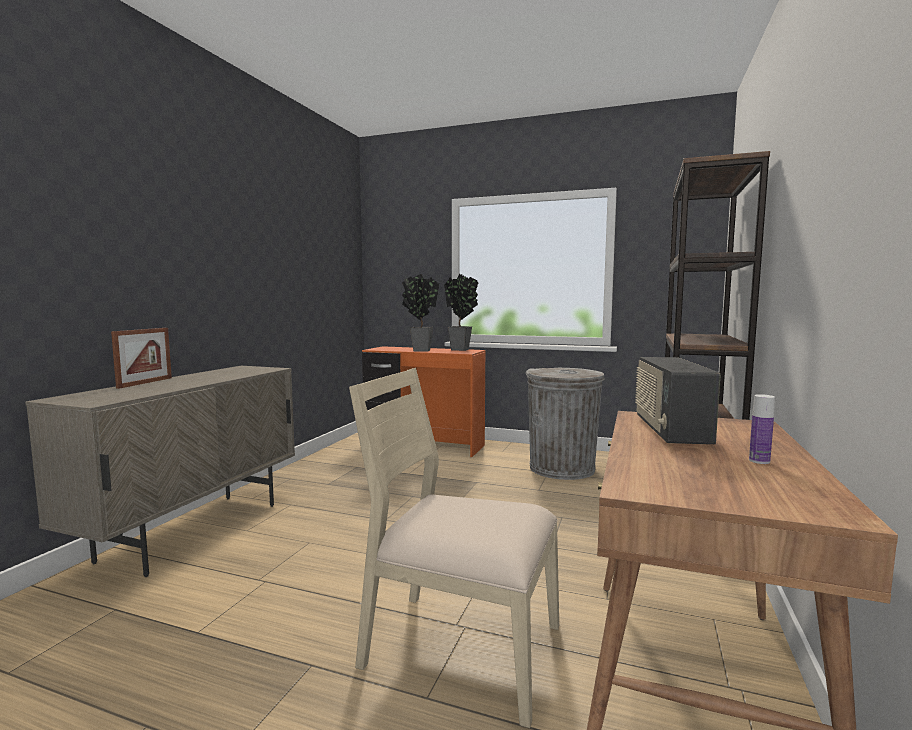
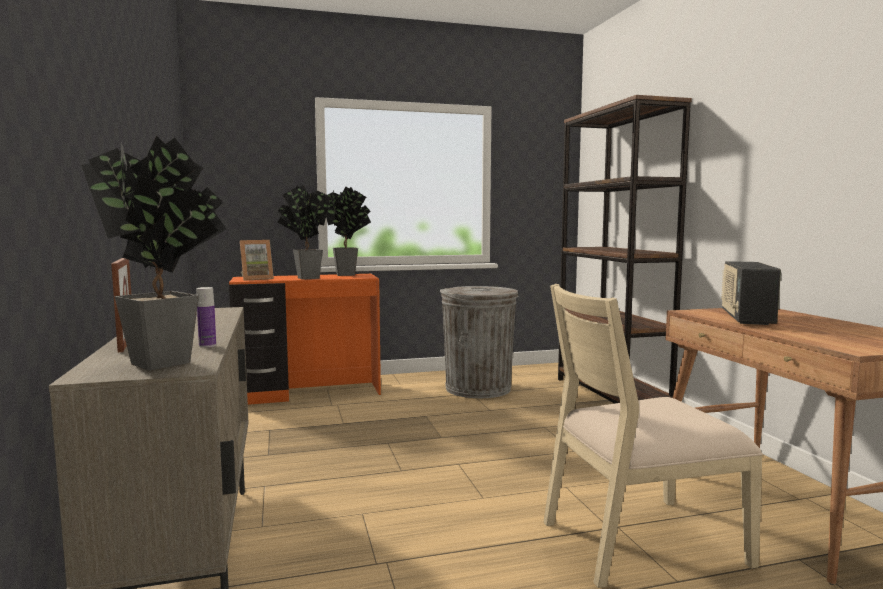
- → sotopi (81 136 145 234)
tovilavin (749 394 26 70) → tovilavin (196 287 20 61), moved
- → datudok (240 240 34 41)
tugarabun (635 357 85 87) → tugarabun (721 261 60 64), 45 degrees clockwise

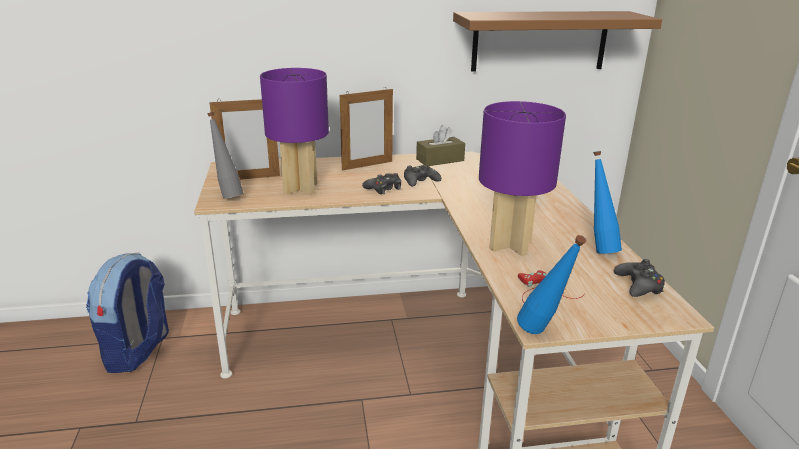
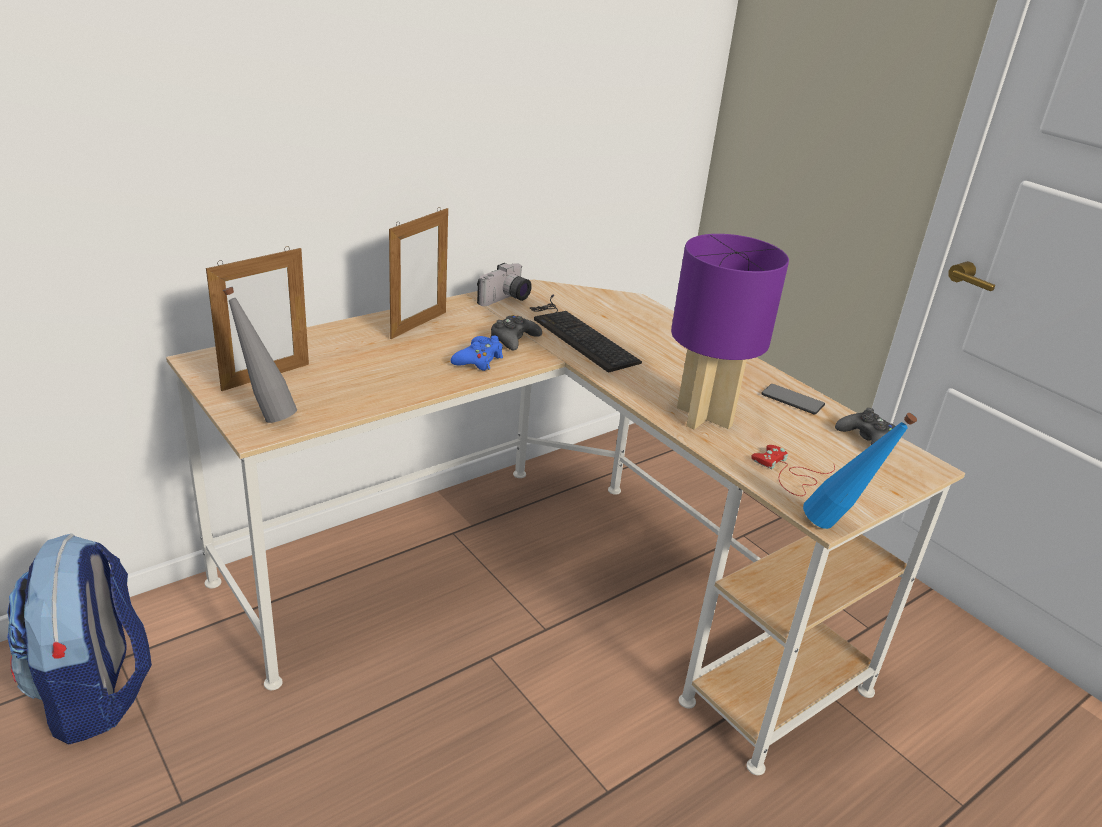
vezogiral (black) (362 173 39 22) → vezogiral (blue) (450 336 53 35)
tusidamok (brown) (416 125 49 41) → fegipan (477 263 55 43)
- → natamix (530 294 112 79)
tovilavin (blue) (593 151 29 103) → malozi (761 384 64 30)
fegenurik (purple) (260 68 69 127) → -
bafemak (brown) (453 11 209 61) → -

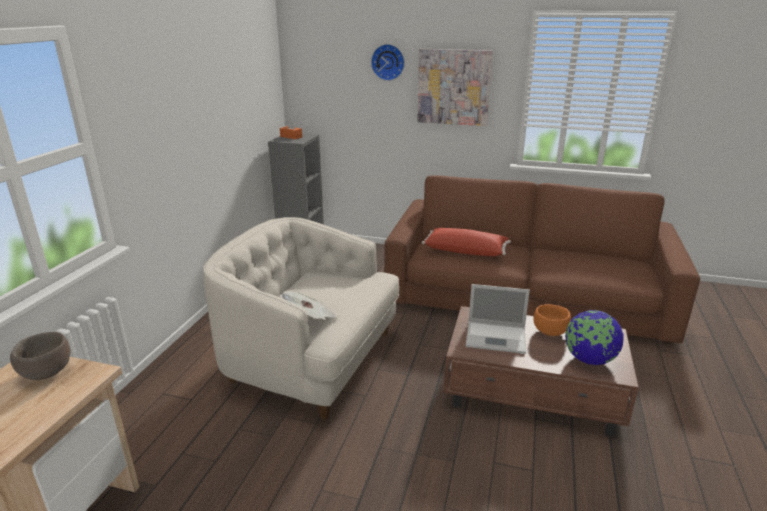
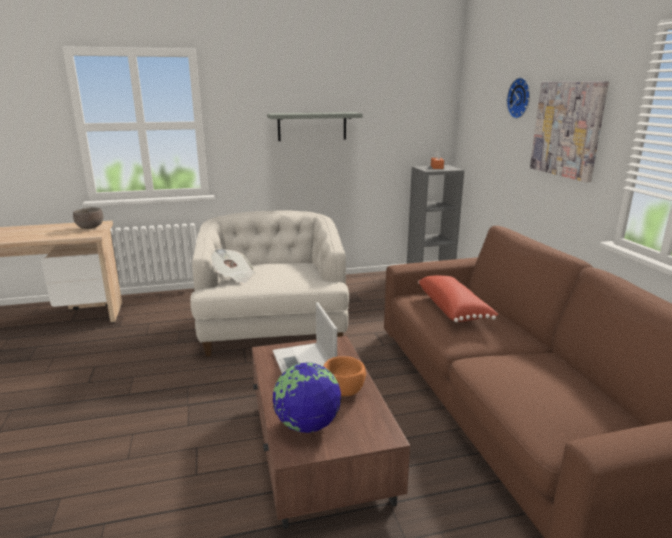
- → bafemak (grey) (267 112 96 29)

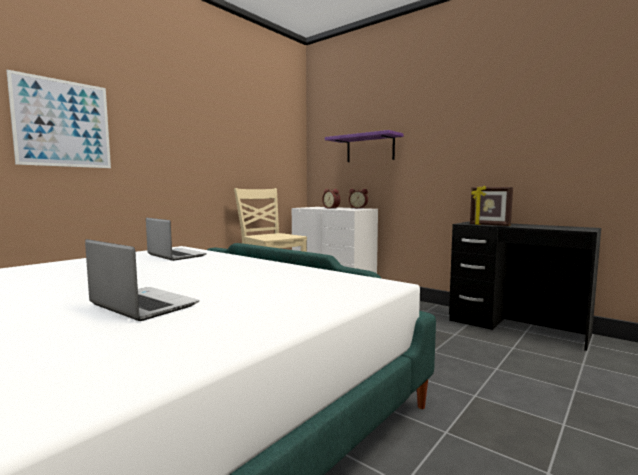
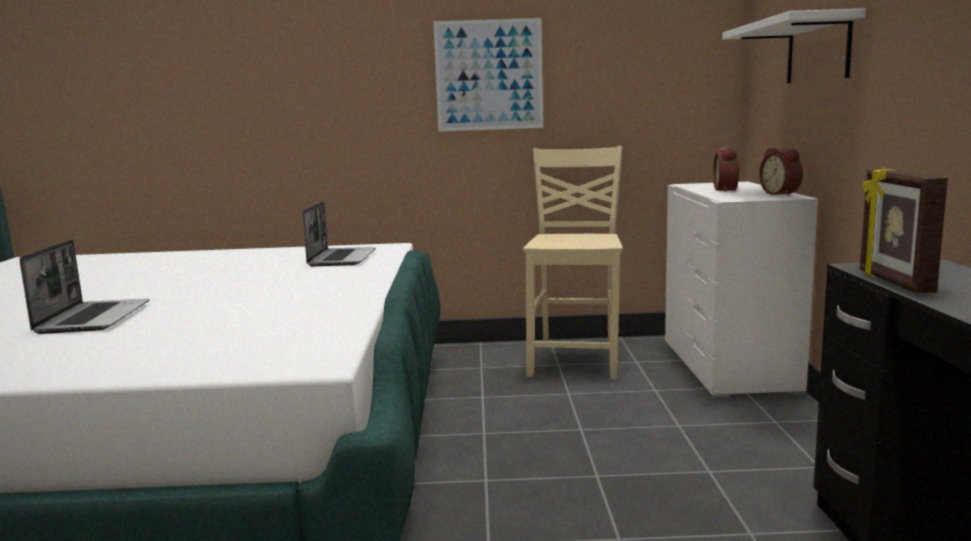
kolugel (6 70 105 98) → kolugel (433 18 110 114), moved
bafemak (purple) (325 130 79 32) → bafemak (white) (722 8 144 76)

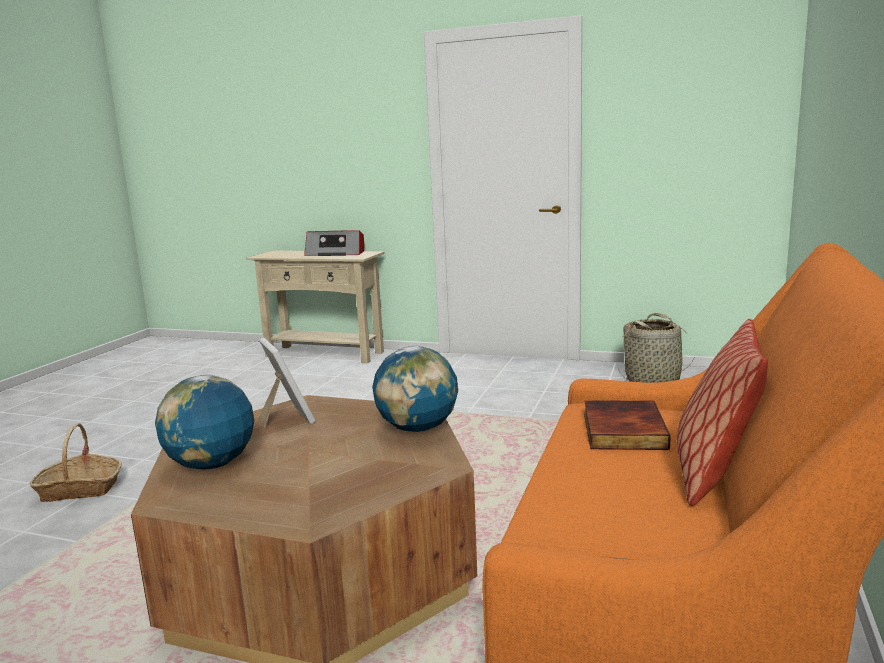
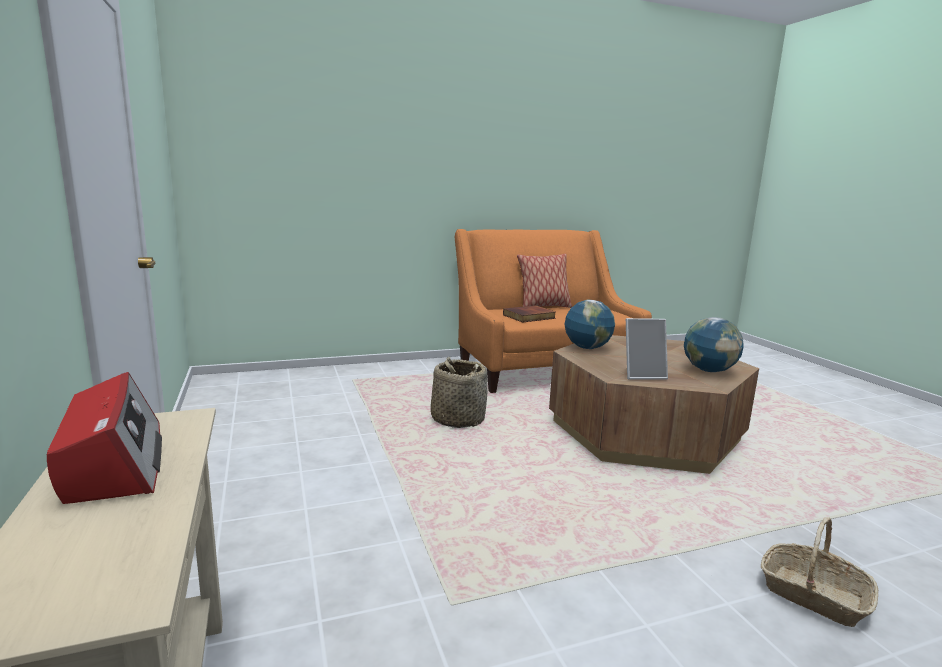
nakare (618 313 77 70) → nakare (431 357 56 71), moved
datudok (258 337 57 91) → datudok (626 318 42 62), 120 degrees counterclockwise

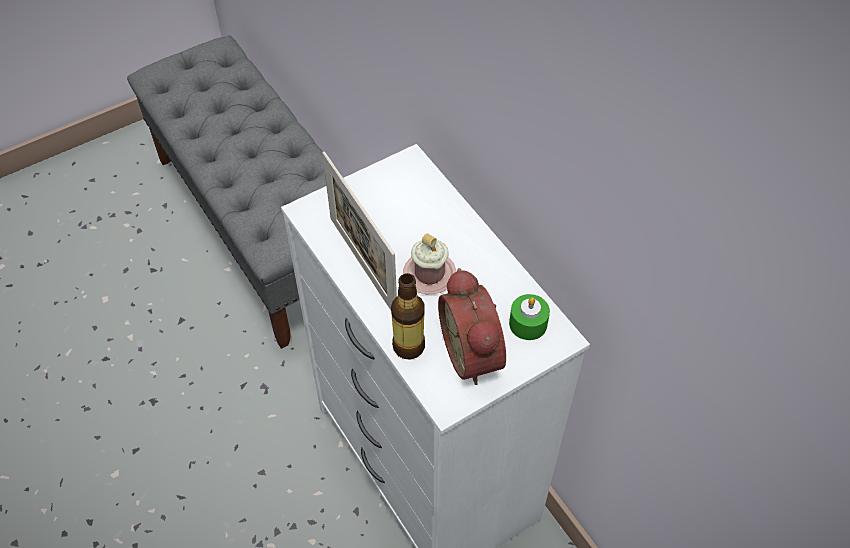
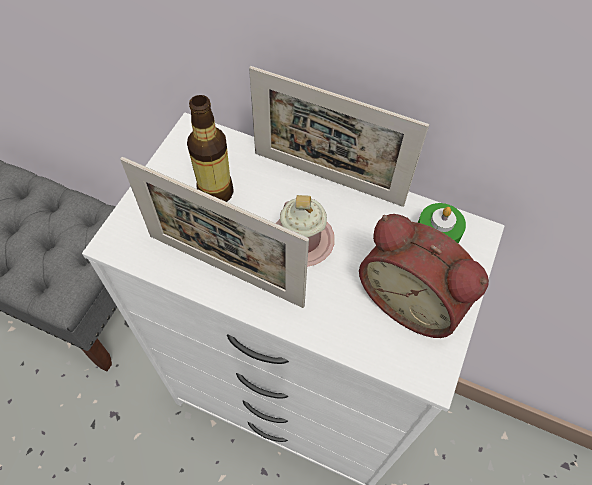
tovilavin (391 273 34 87) → tovilavin (187 95 47 107), moved
- → datudok (249 66 180 141)

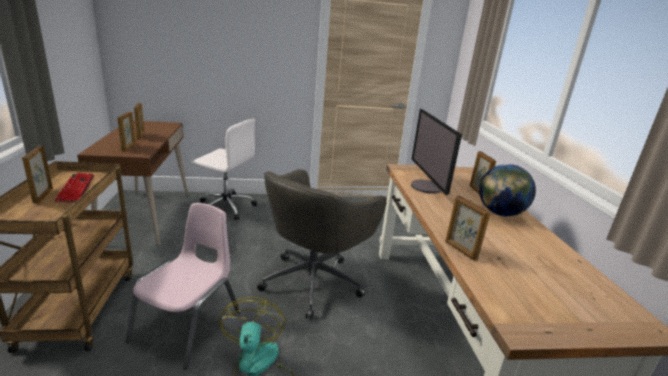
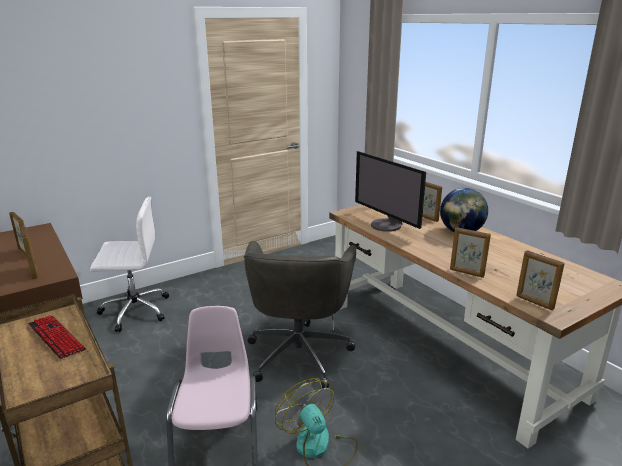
datudok (22 146 31 58) → datudok (516 250 48 60), moved

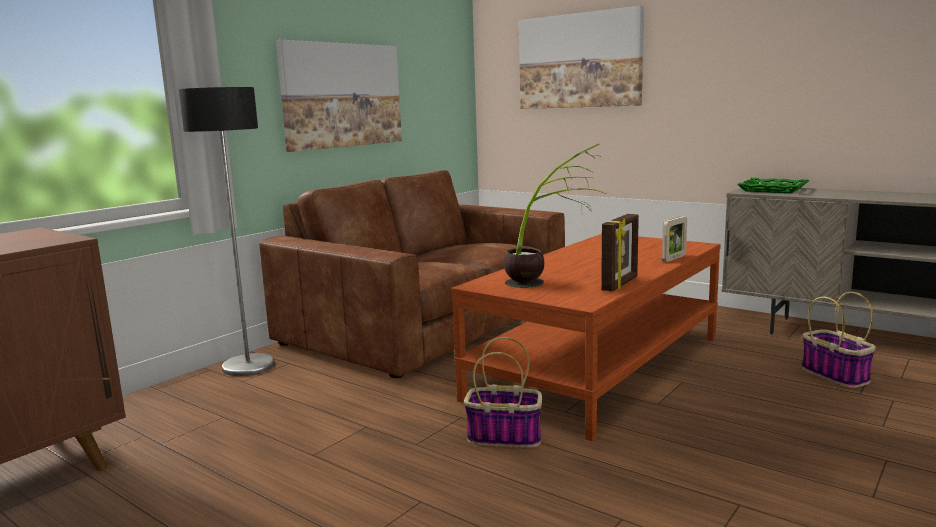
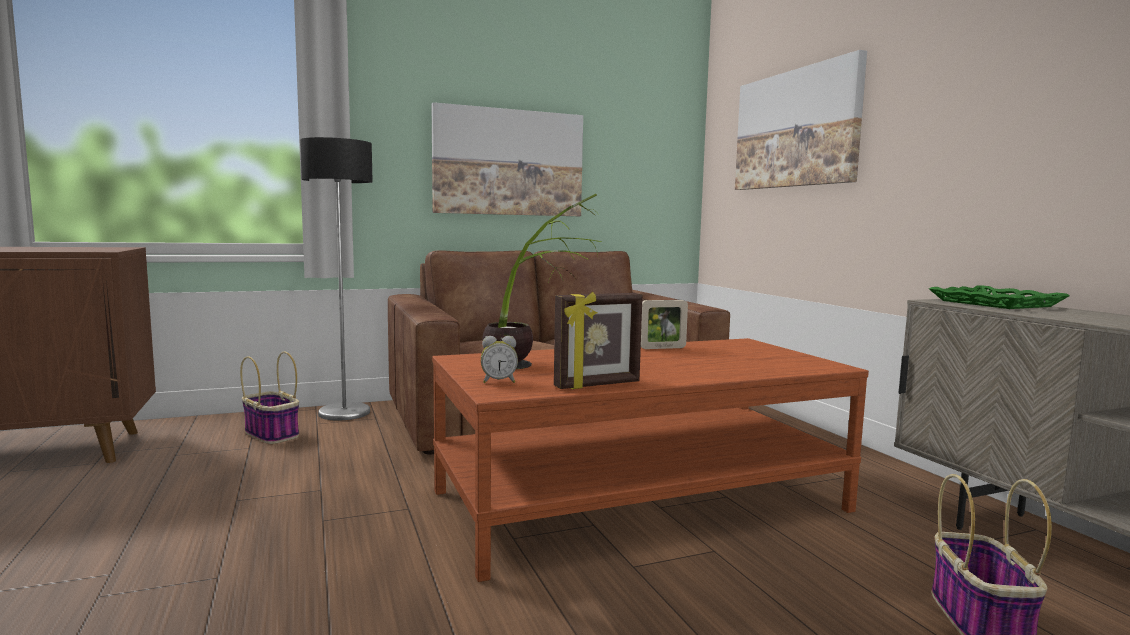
nakare (464 337 78 111) → nakare (240 352 59 92), moved
- → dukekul (481 336 37 47)
datudok (662 216 25 46) → datudok (641 300 47 49), moved

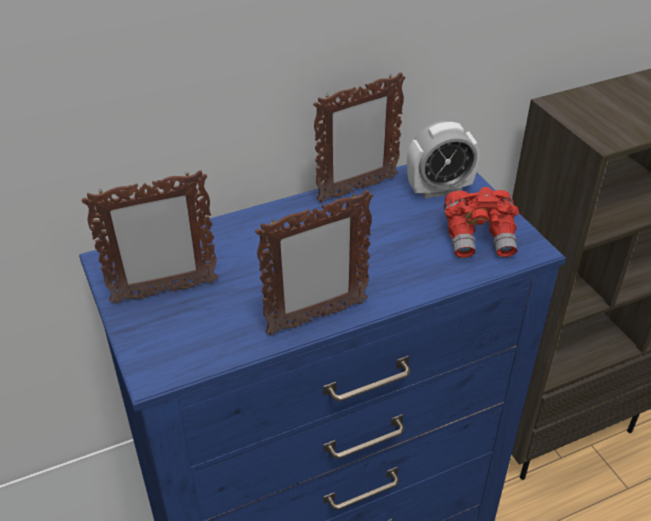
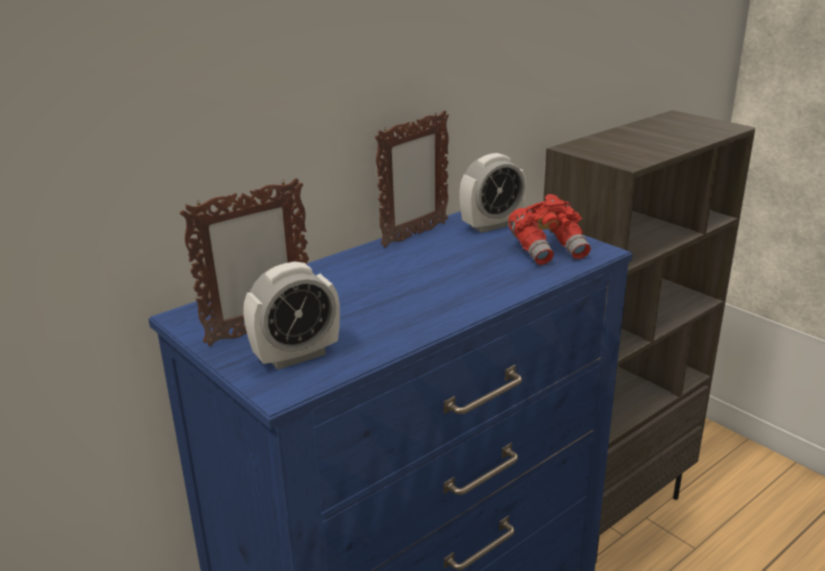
- → dukekul (243 261 97 109)
datudok (255 190 118 146) → -

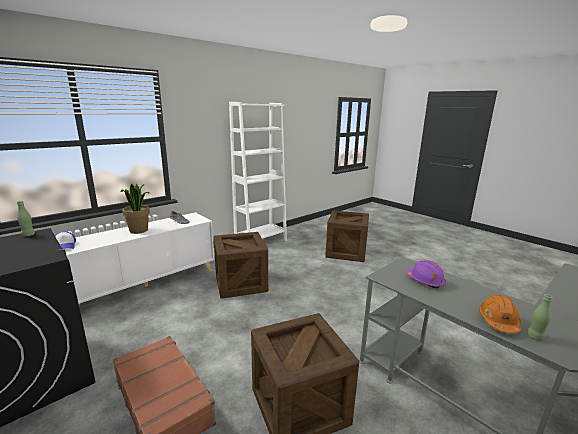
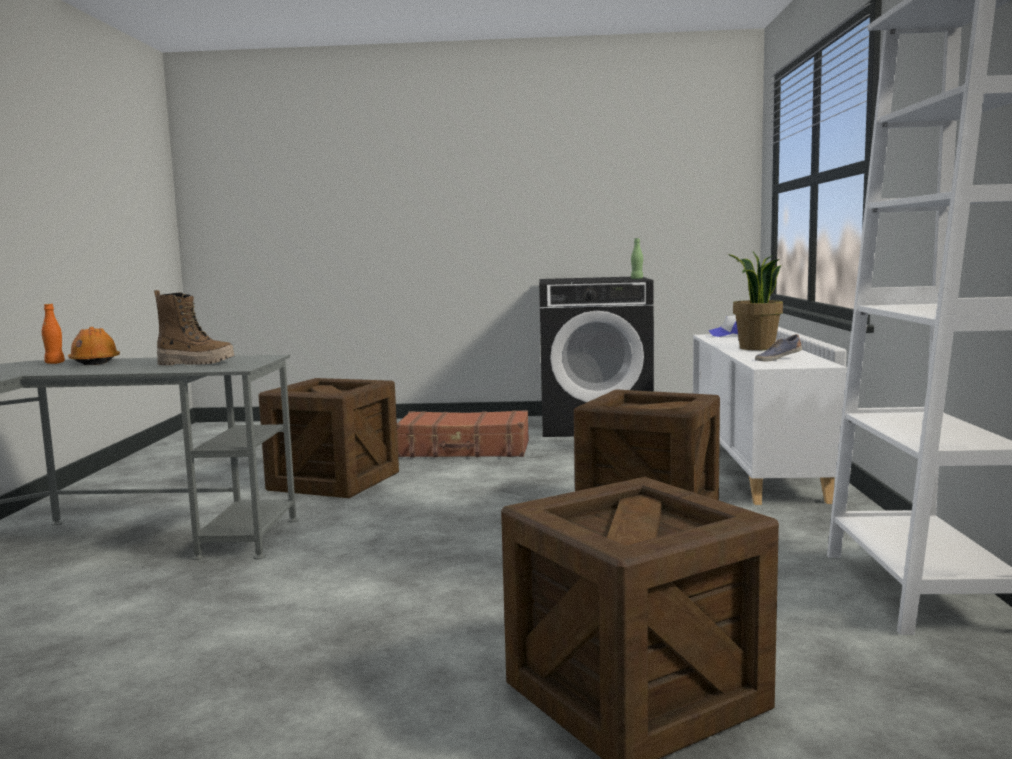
tovilavin (green) (527 294 26 47) → tovilavin (orange) (42 304 23 60)
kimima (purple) (406 260 40 28) → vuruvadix (154 290 80 75)

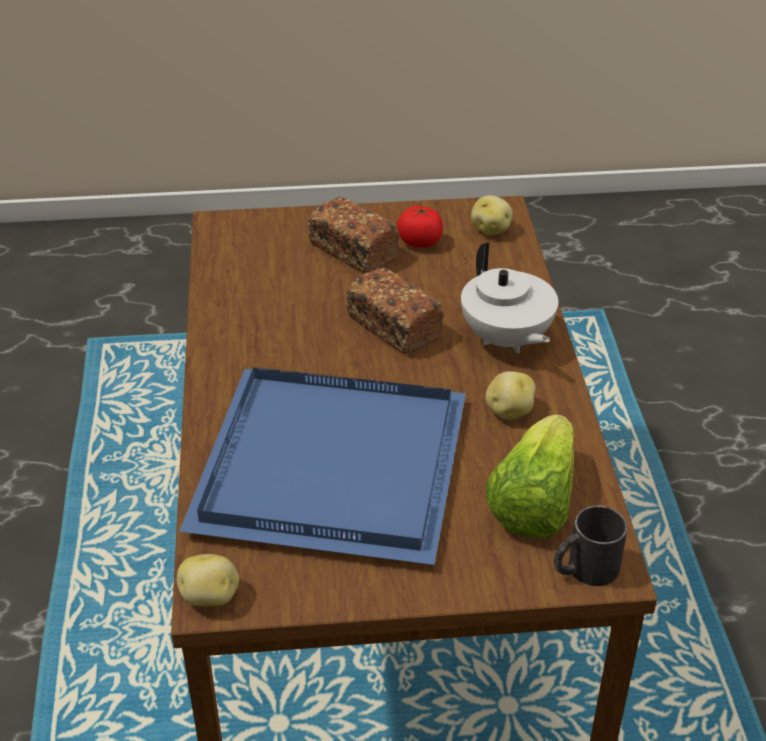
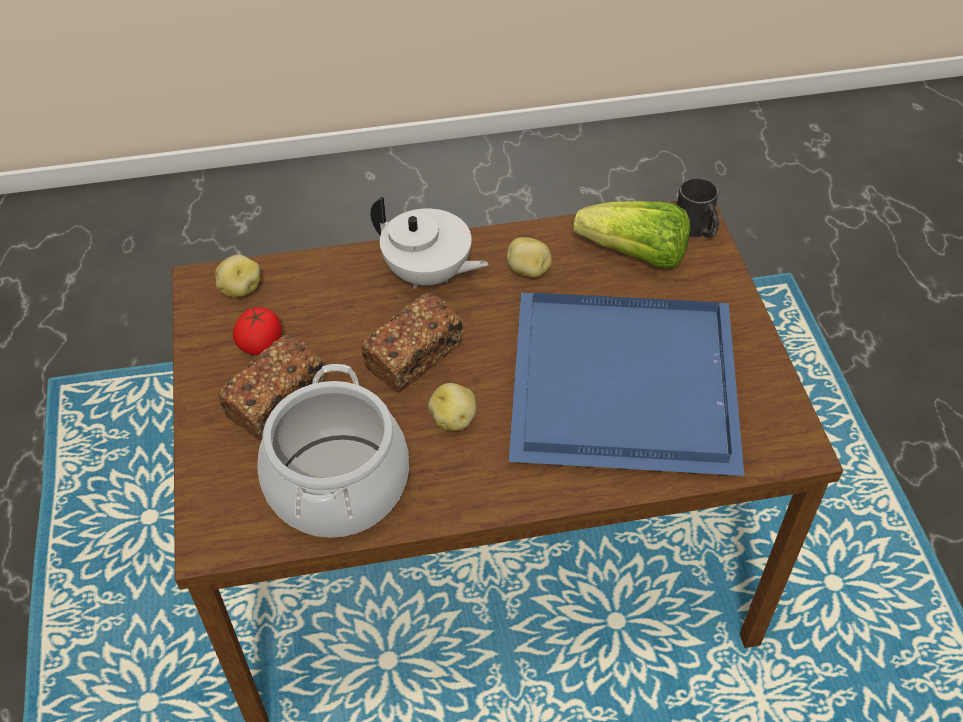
- → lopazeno (257 364 152 174)
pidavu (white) (461 242 97 111) → pidavu (white) (370 197 118 91), 60 degrees clockwise
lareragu (177 554 62 52) → lareragu (428 383 48 48), moved

